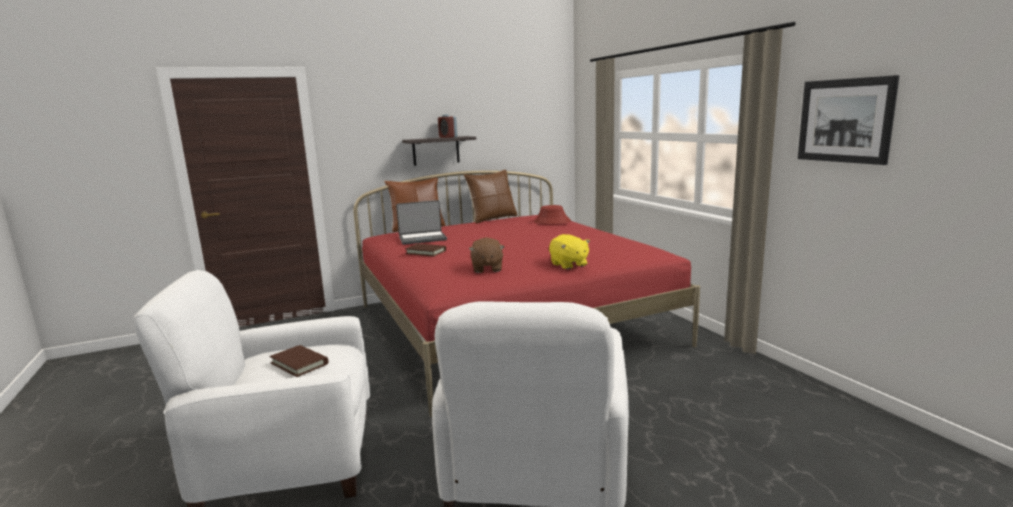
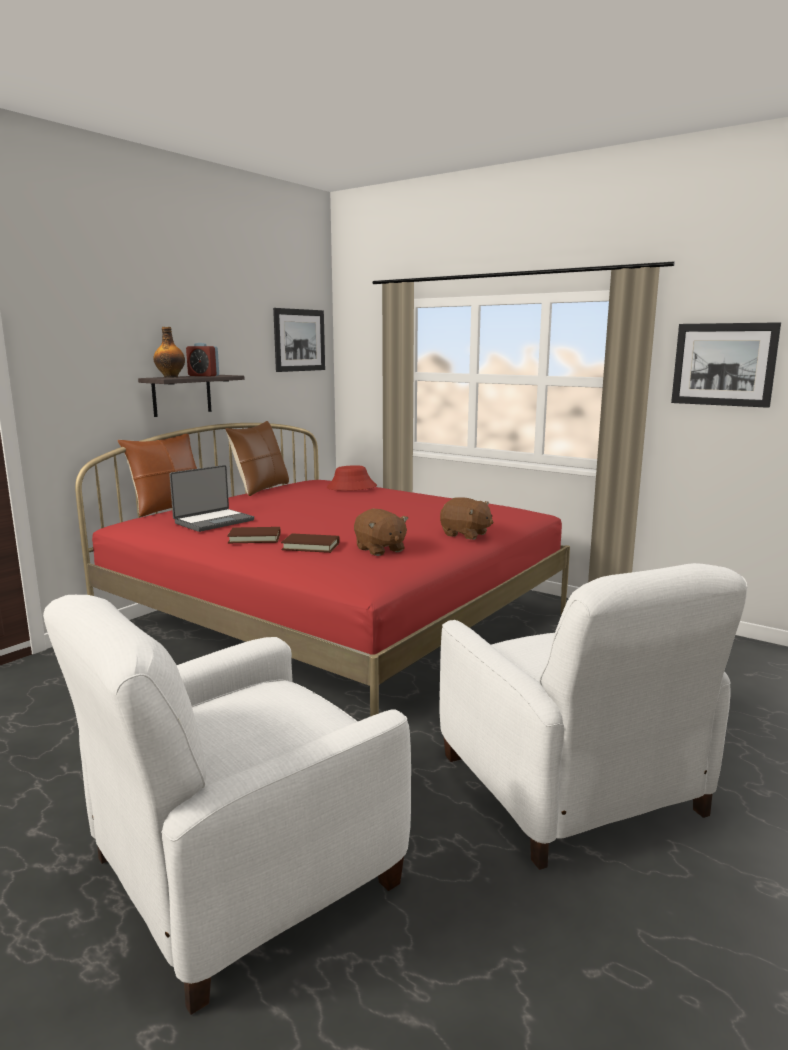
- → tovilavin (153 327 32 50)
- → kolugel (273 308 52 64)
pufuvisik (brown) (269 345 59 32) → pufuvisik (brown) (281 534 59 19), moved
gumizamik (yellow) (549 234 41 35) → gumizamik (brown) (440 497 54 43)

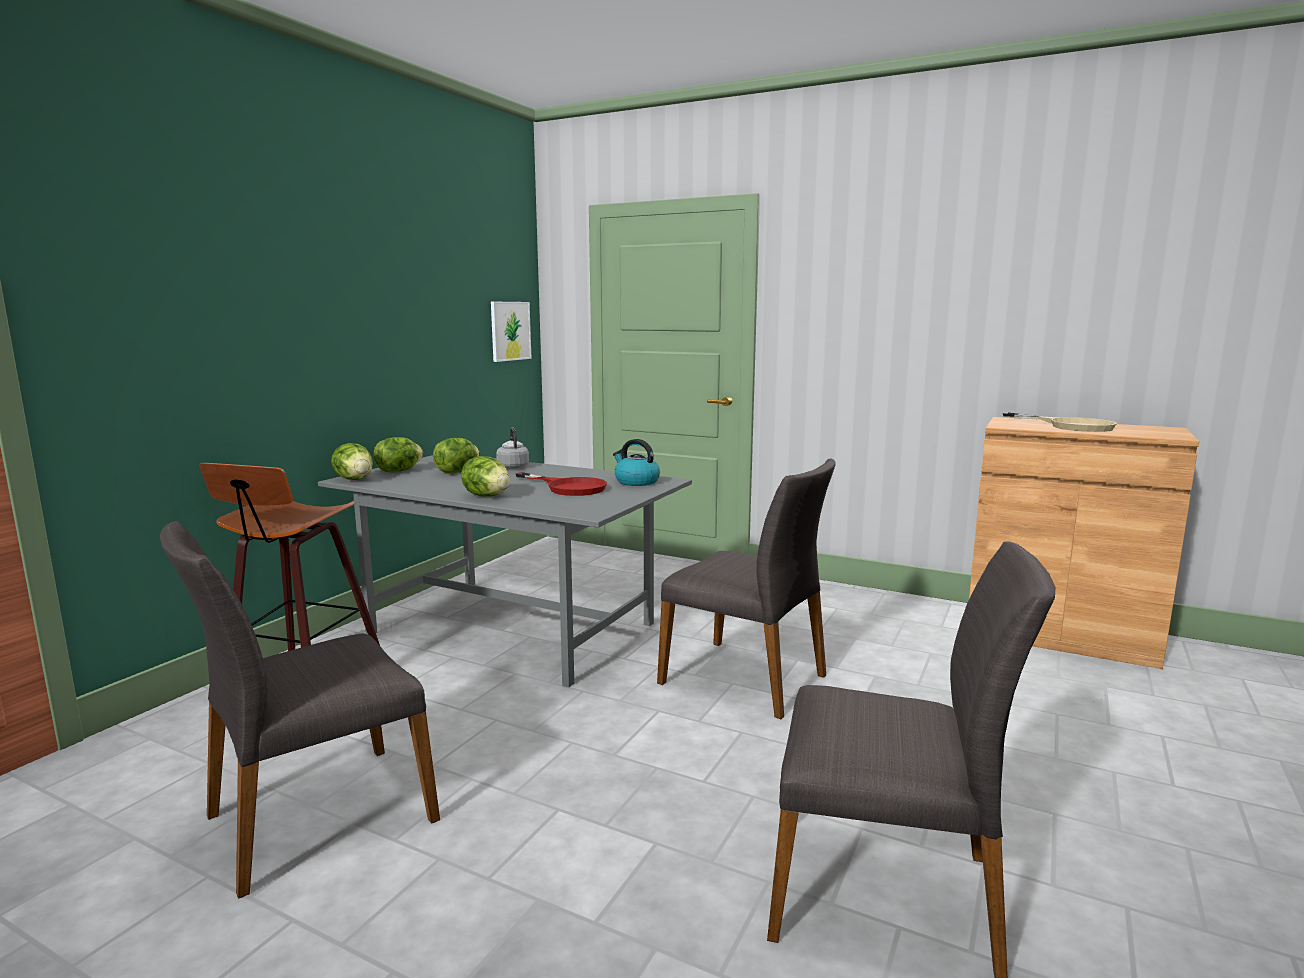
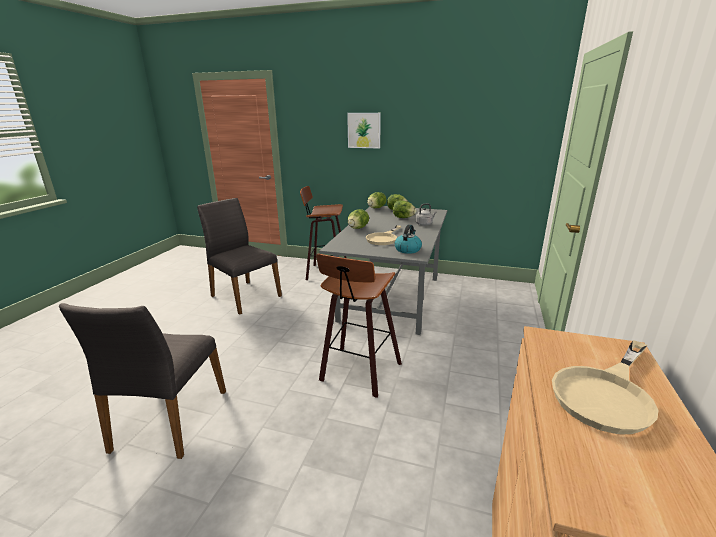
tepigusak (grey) (657 459 179 260) → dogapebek (316 254 86 144)
kolugel (491 302 41 60) → kolugel (347 113 34 36), moved
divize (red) (516 472 91 24) → divize (beige) (366 225 35 20)

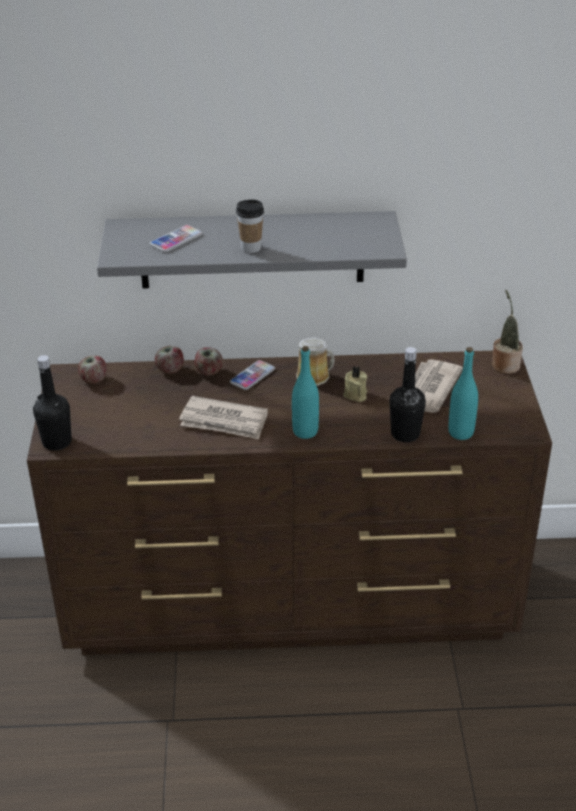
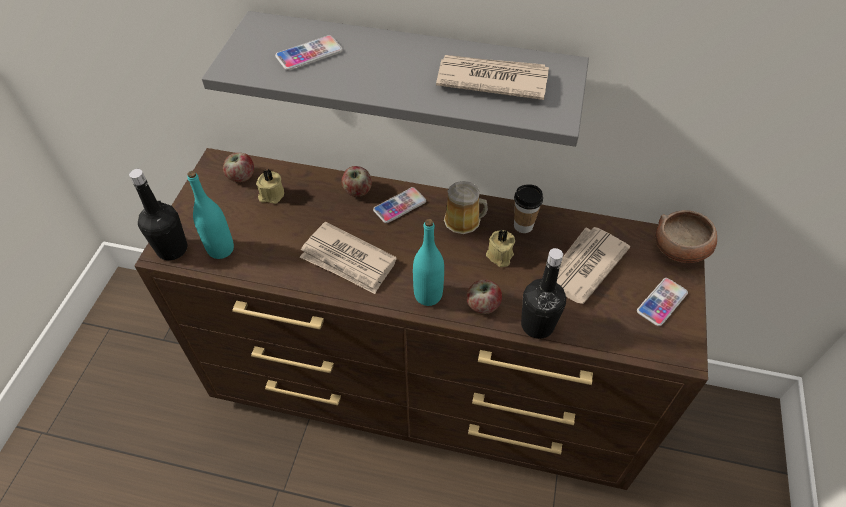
tovilavin (turquoise) (448 347 30 93) → tovilavin (turquoise) (187 171 47 88), moved
- → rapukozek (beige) (256 169 28 35)
- → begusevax (436 55 113 45)
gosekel (155 346 29 28) → gosekel (466 279 36 35), moved
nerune (236 199 28 54) → nerune (514 184 29 49), moved
- → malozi (637 278 51 48)
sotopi (492 290 31 84) → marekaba (655 210 62 53)

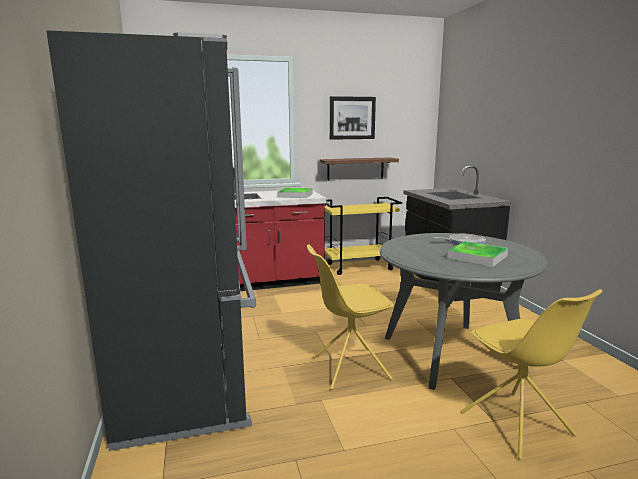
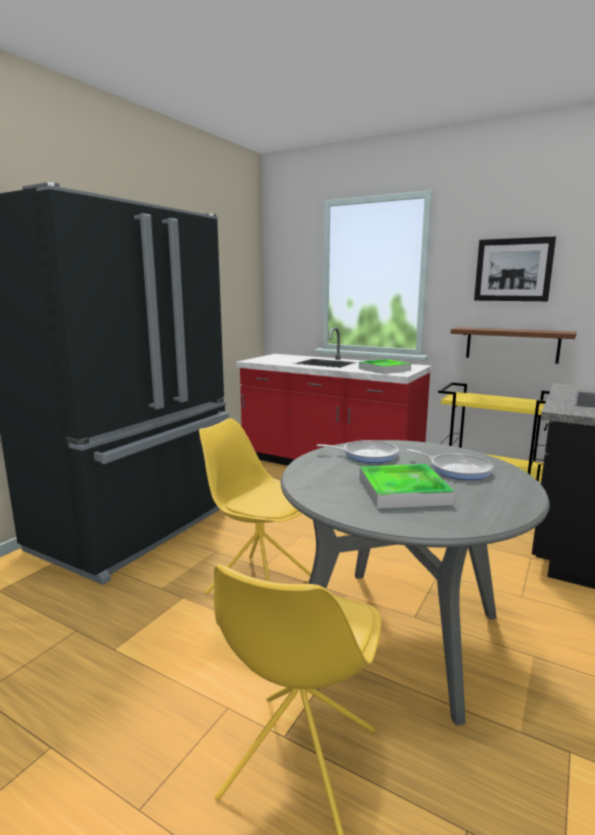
- → divize (316 440 82 23)

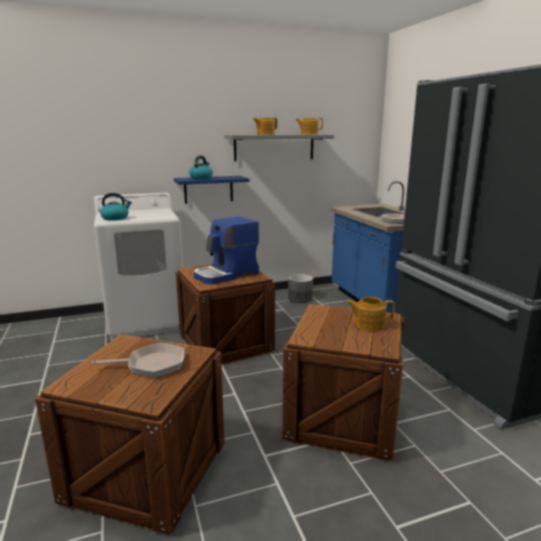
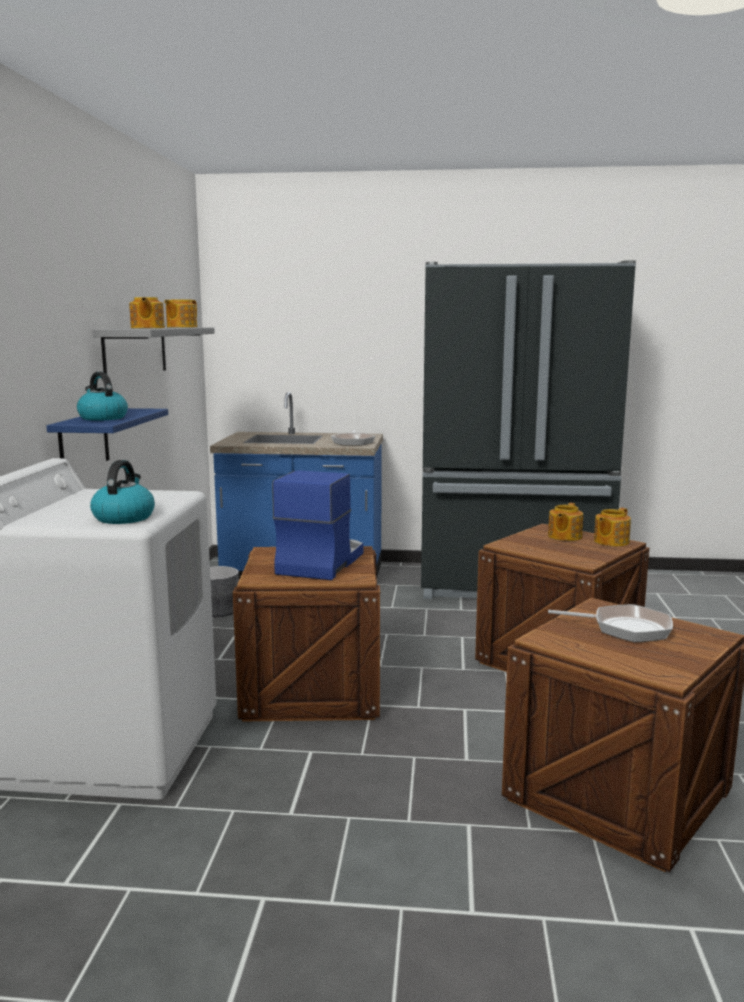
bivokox (194 216 65 68) → bivokox (272 470 91 110), 150 degrees counterclockwise
divize (92 343 93 35) → divize (548 604 125 38), 90 degrees clockwise
- → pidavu (594 508 37 38)

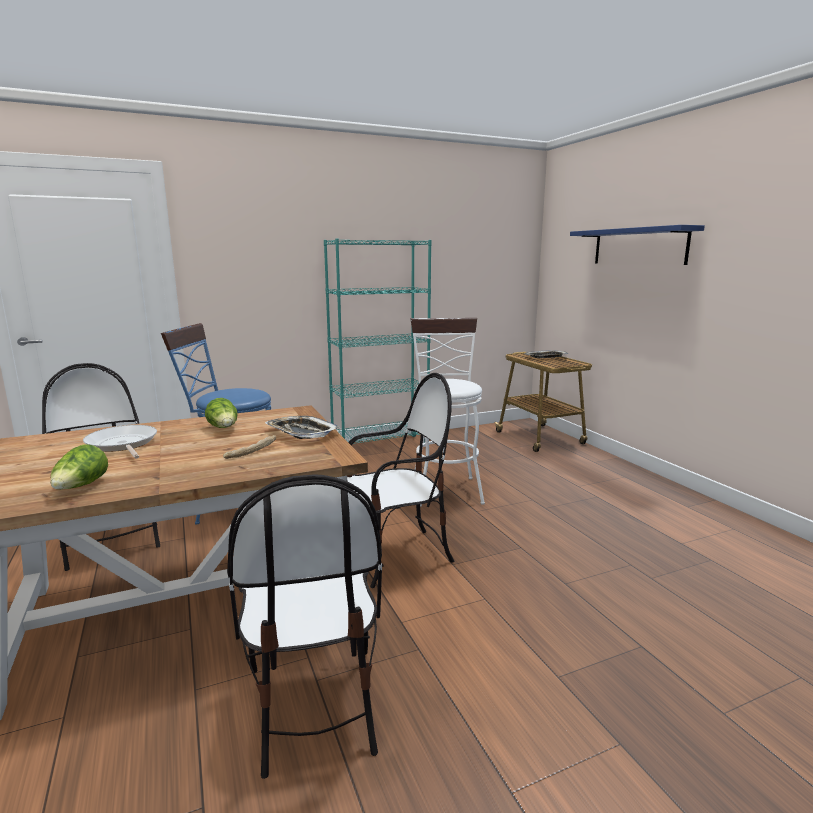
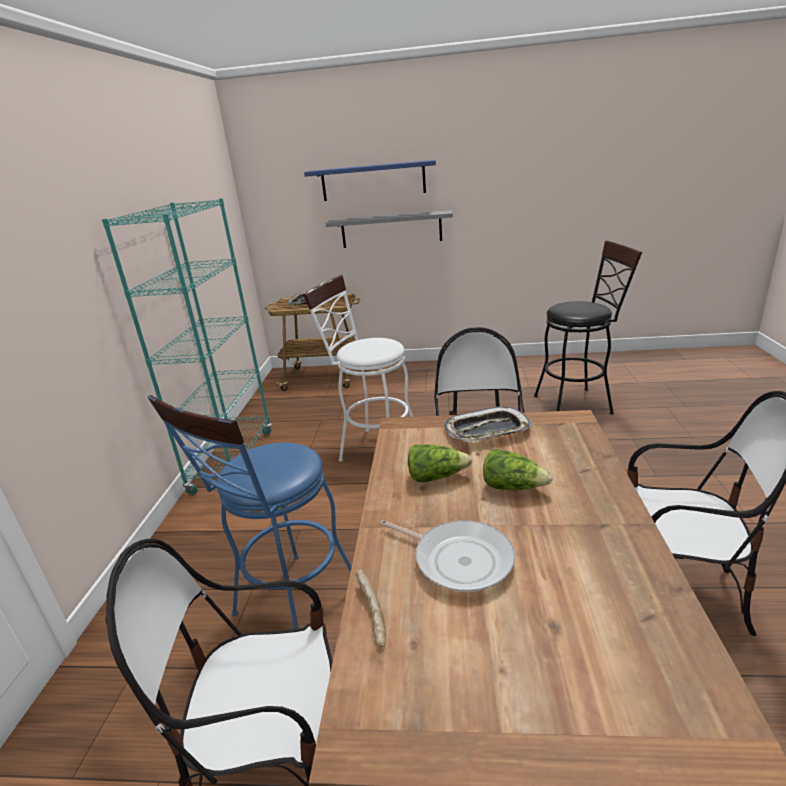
- → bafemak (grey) (325 210 128 38)
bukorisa (223 435 53 24) → bukorisa (356 569 30 78), moved
divize (83 425 74 34) → divize (380 520 135 72), 135 degrees counterclockwise
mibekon (50 444 58 46) → mibekon (483 449 70 41), moved
- → dogapebek (black) (534 240 108 175)

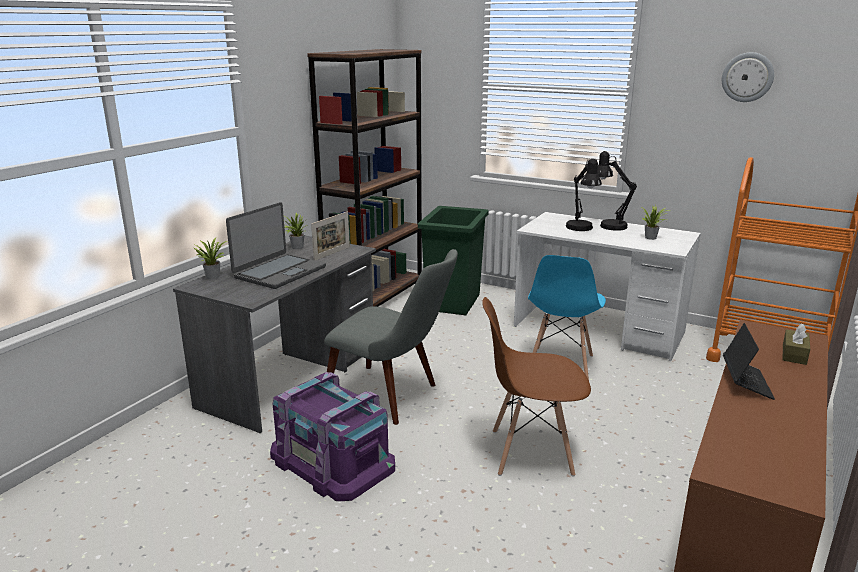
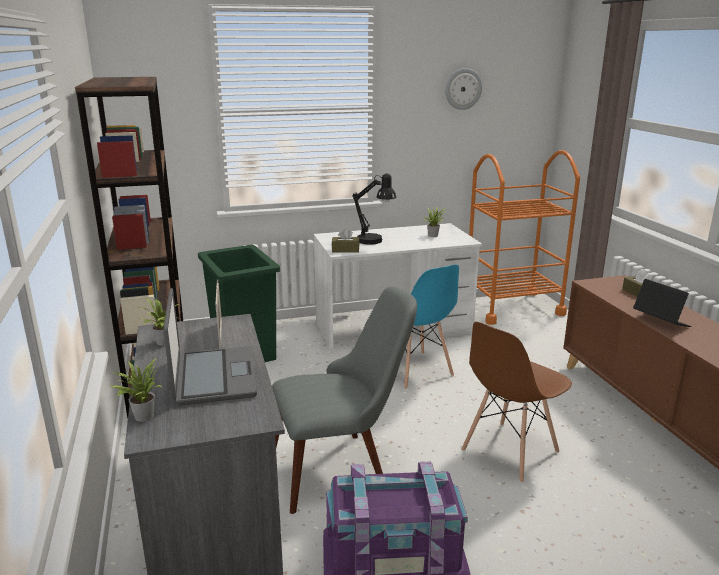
- → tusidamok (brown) (332 228 28 25)
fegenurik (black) (597 151 40 80) → -

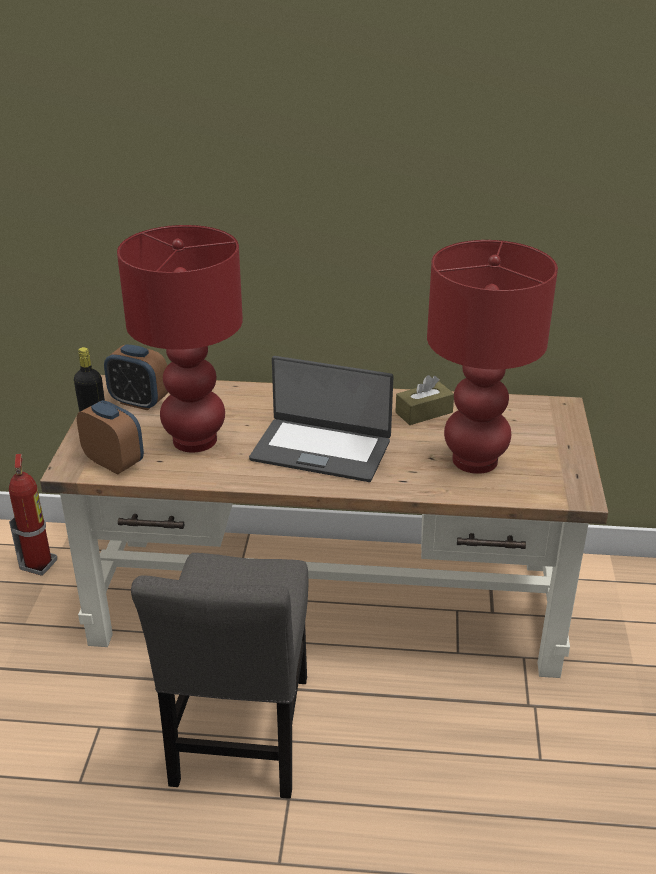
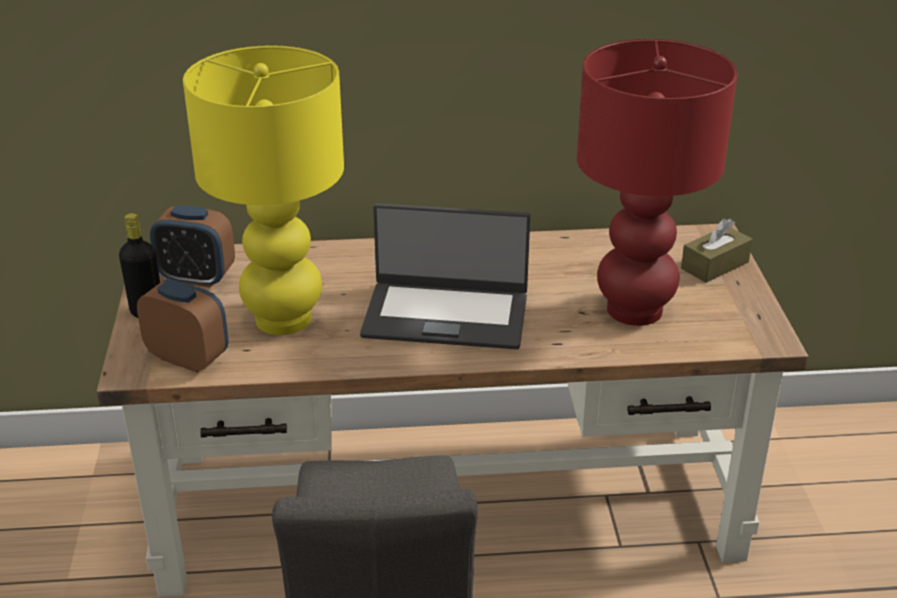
fegenurik (red) (117 225 126 228) → fegenurik (yellow) (183 45 161 290)
tusidamok (brown) (395 375 59 50) → tusidamok (brown) (681 219 71 64), moved
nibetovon (9 454 48 122) → -

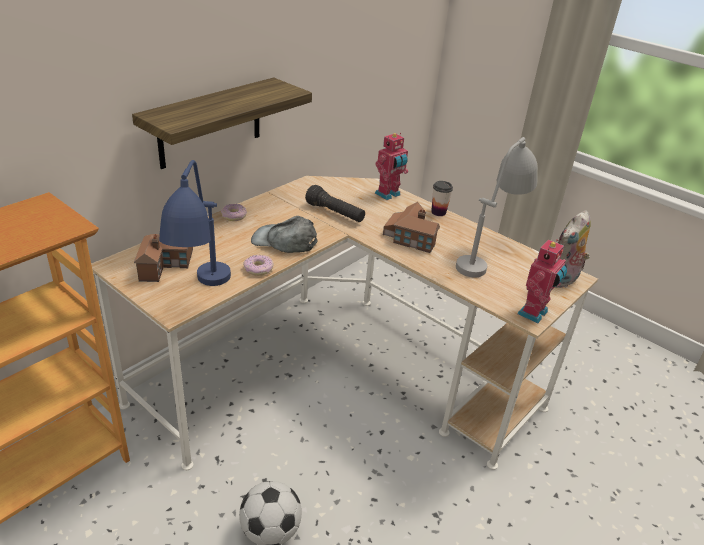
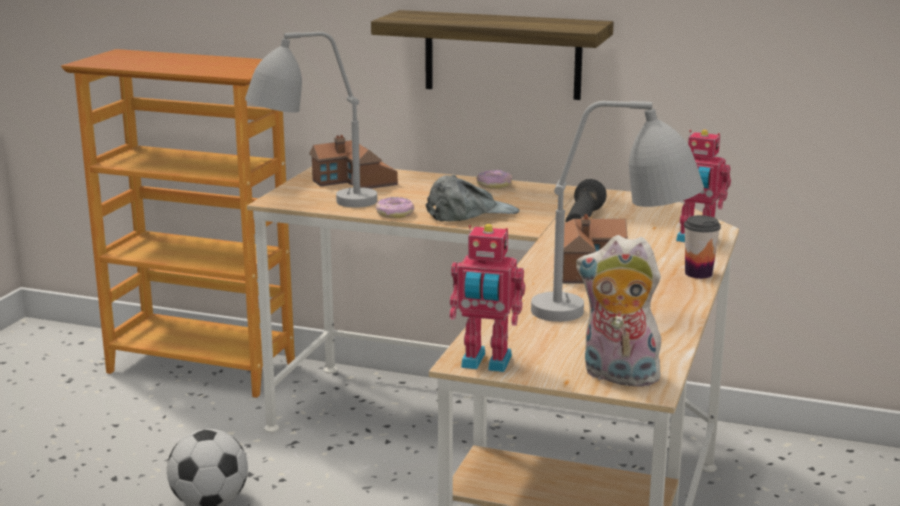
fegenurik (blue) (159 160 72 126) → fegenurik (grey) (245 32 132 176)
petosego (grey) (251 216 67 37) → petosego (grey) (426 175 94 46), 75 degrees clockwise

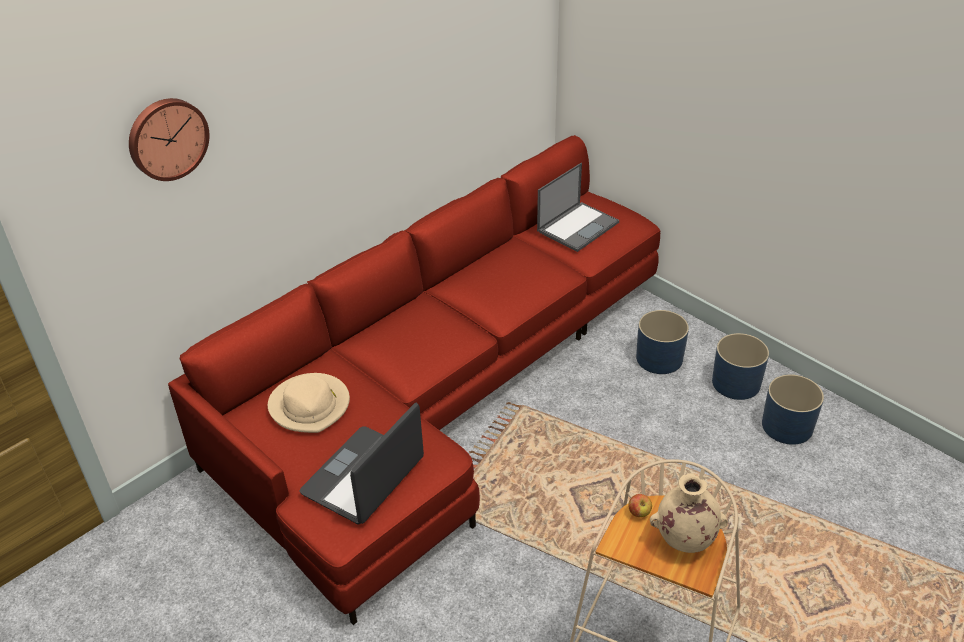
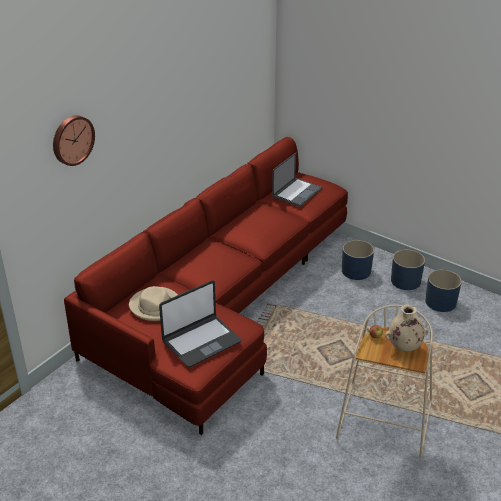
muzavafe (299 403 125 121) → muzavafe (159 280 83 87), 150 degrees counterclockwise

